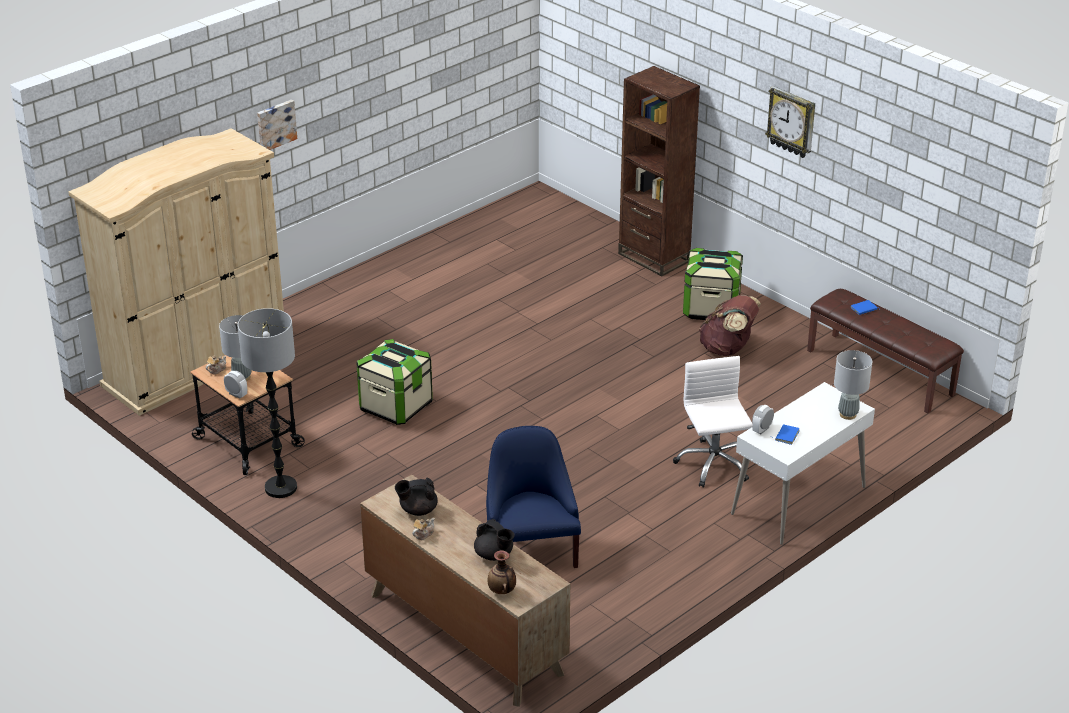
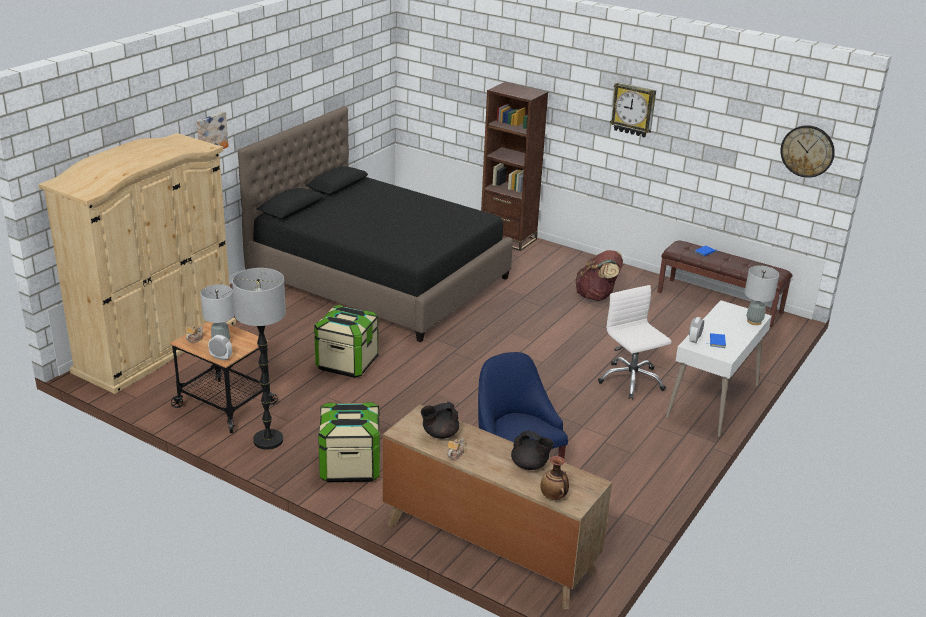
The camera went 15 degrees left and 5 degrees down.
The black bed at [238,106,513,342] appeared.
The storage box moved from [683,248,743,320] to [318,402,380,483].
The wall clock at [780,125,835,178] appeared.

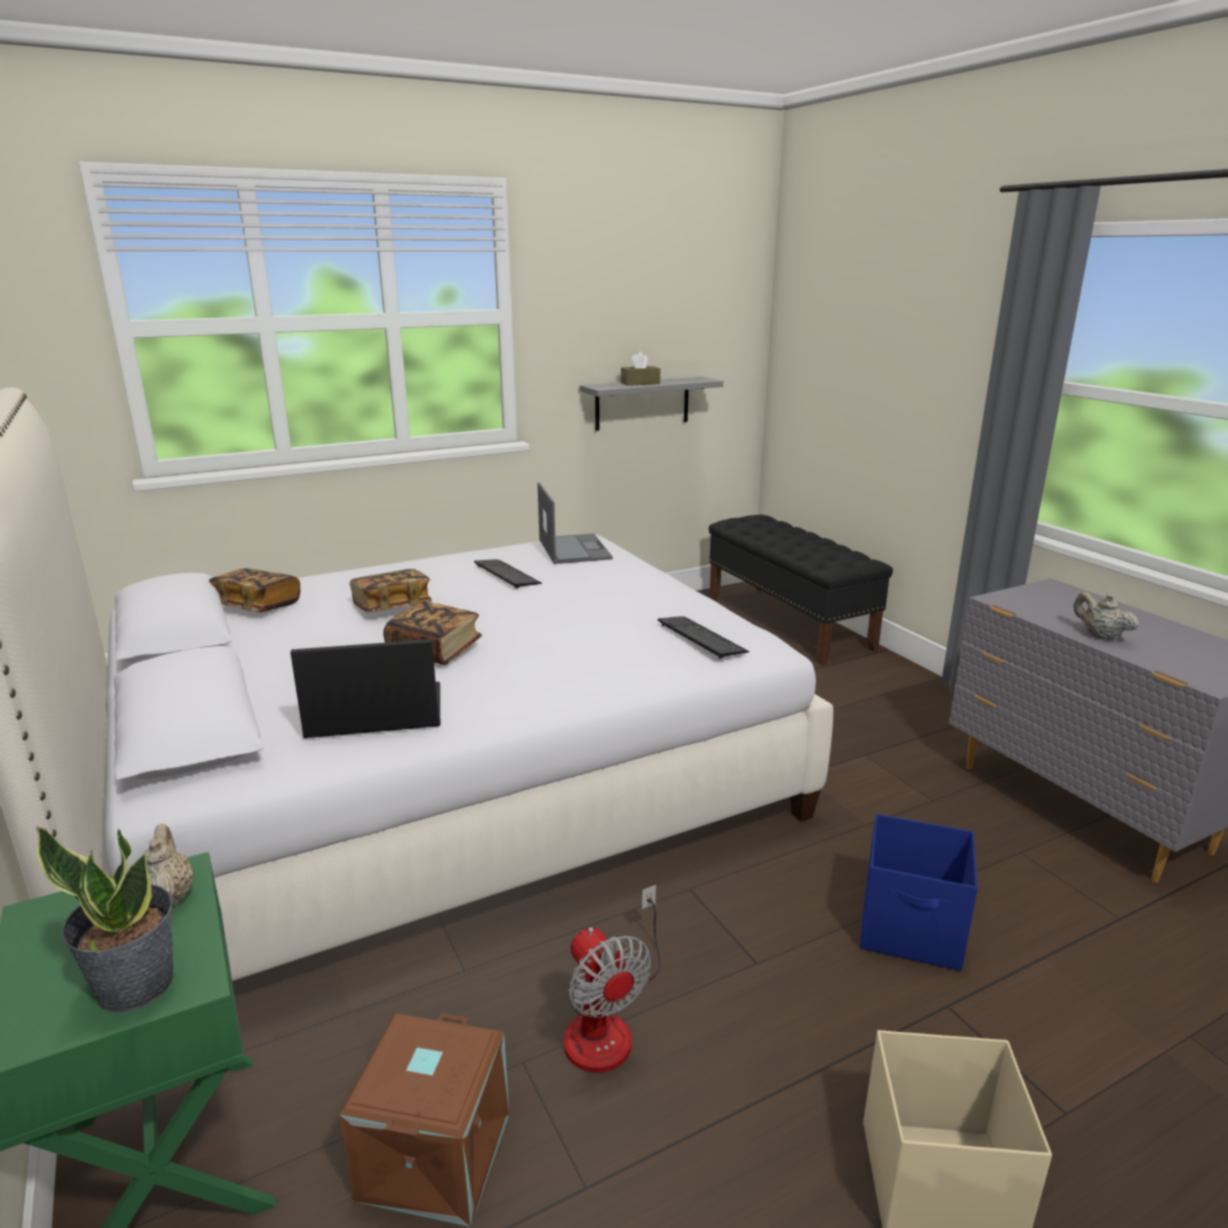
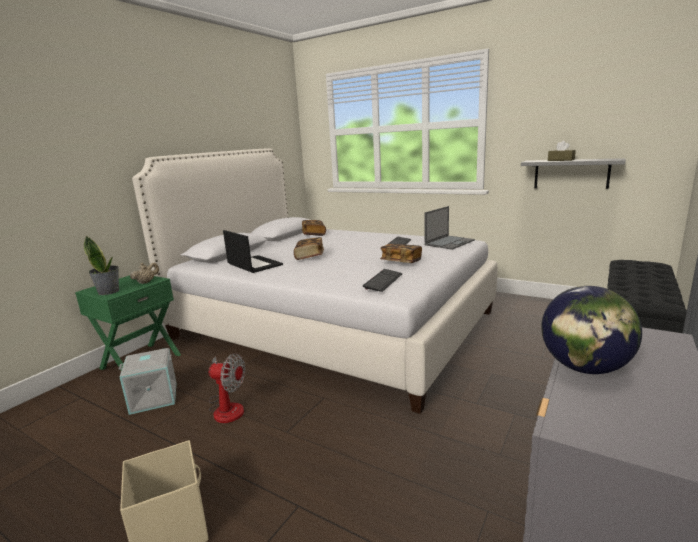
The camera went 60 degrees right and 5 degrees down.
The brown storage box at [339,1013,509,1227] became the grey storage box at [119,348,176,415].
The fan at [563,885,661,1073] turned 105 degrees counterclockwise.
The book moved from [350,569,432,612] to [380,244,422,263].
The beige teapot at [1074,592,1139,640] was replaced by the globe at [541,286,642,374].
The blue storage box at [860,814,978,971] disappeared.

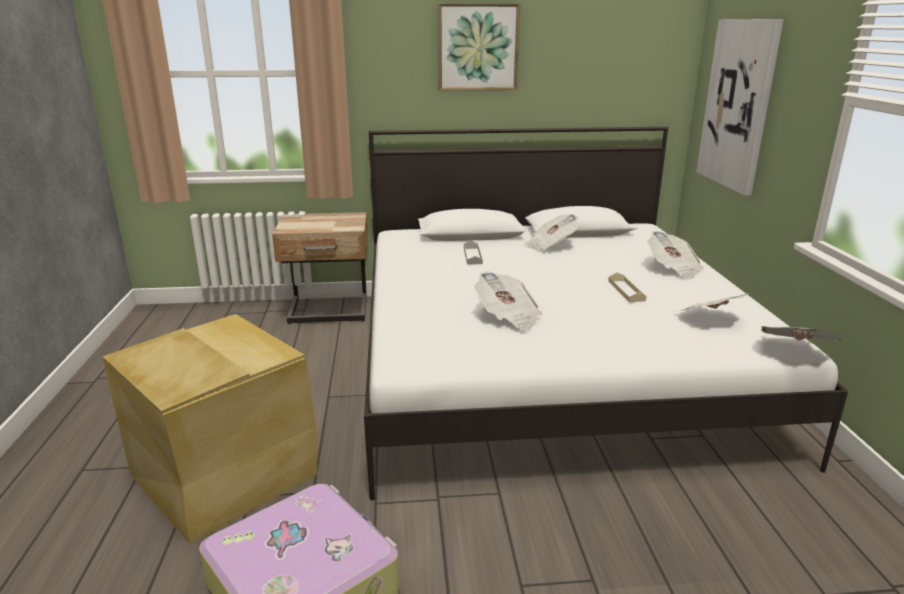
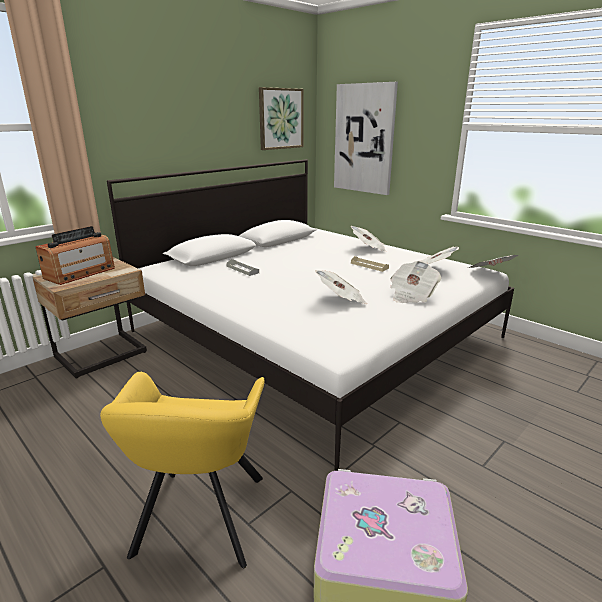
The camera went 40 degrees left and 0 degrees up.
The radio at [35,226,115,285] appeared.
The beige storage box at [103,314,317,544] was replaced by the yellow armchair at [100,372,265,568].
The picture moved from [438,3,520,91] to [259,87,304,150].
The newspaper moved from [524,214,579,250] to [390,261,441,303].

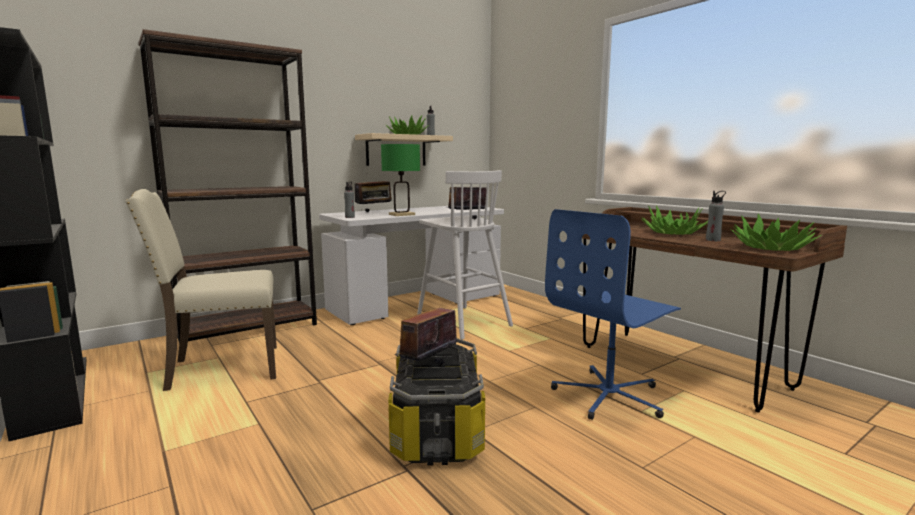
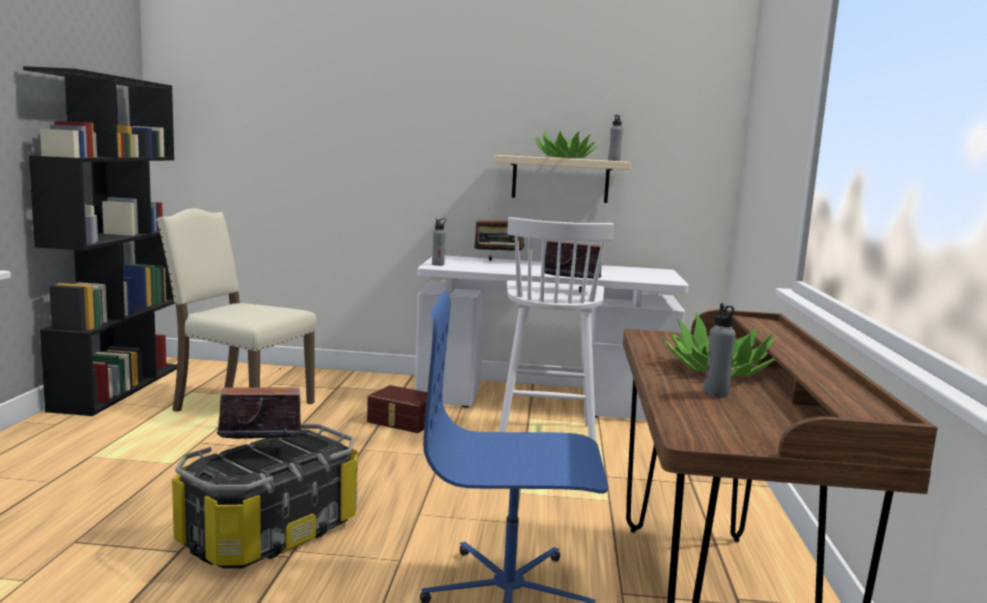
The camera went 40 degrees right and 0 degrees up.
The brown storage box at [367,385,427,433] appeared.
The brown bookcase at [139,29,317,343] disappeared.
The green table lamp at [381,144,420,216] disappeared.
The potted plant at [730,213,822,251] disappeared.

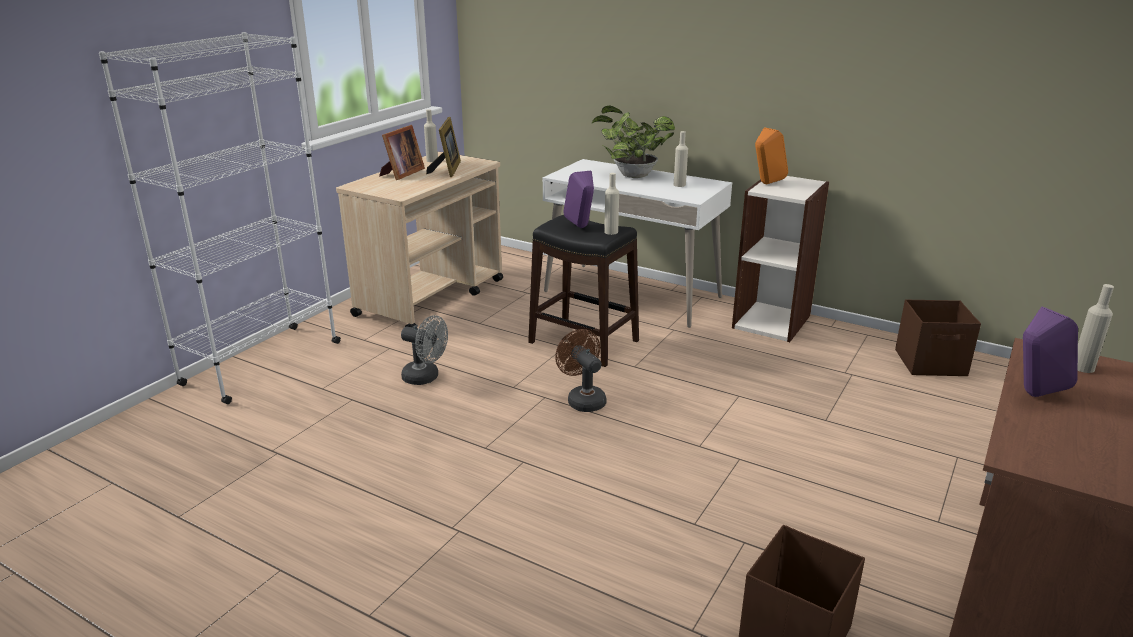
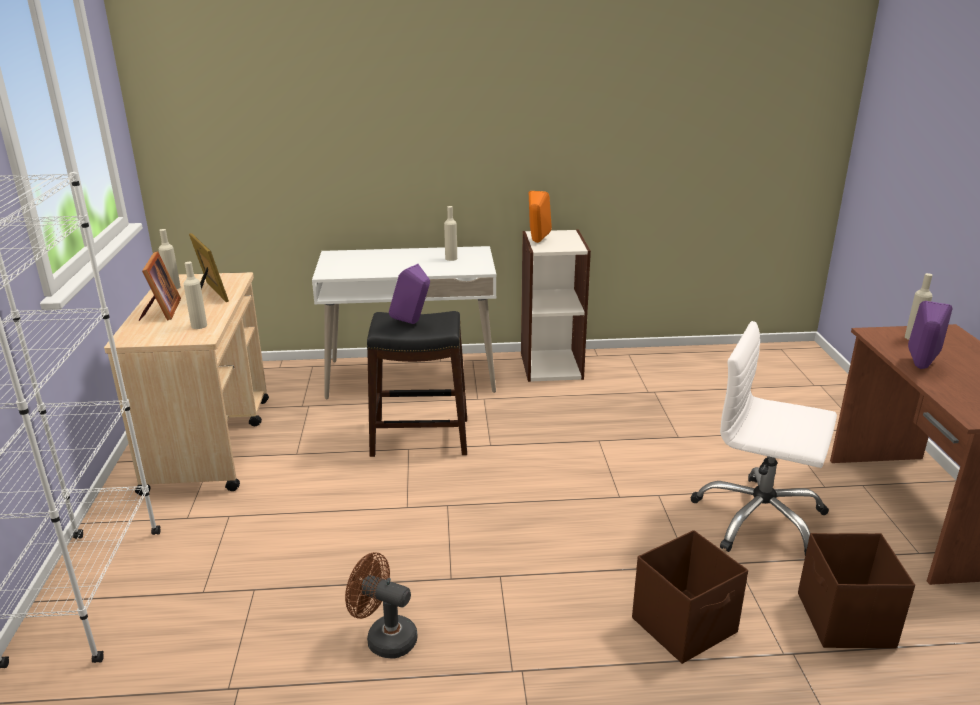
The camera went 35 degrees left and 0 degrees up.
The beige bottle moved from [604,173,619,235] to [184,262,207,329].
The brown fan moved from [555,329,606,412] to [345,552,417,659].
The brown storage box moved from [895,299,981,376] to [632,530,748,664].
The white office chair at [691,321,837,555] appeared.
The grey fan at [401,315,448,385] disappeared.
The potted plant at [592,105,675,178] disappeared.

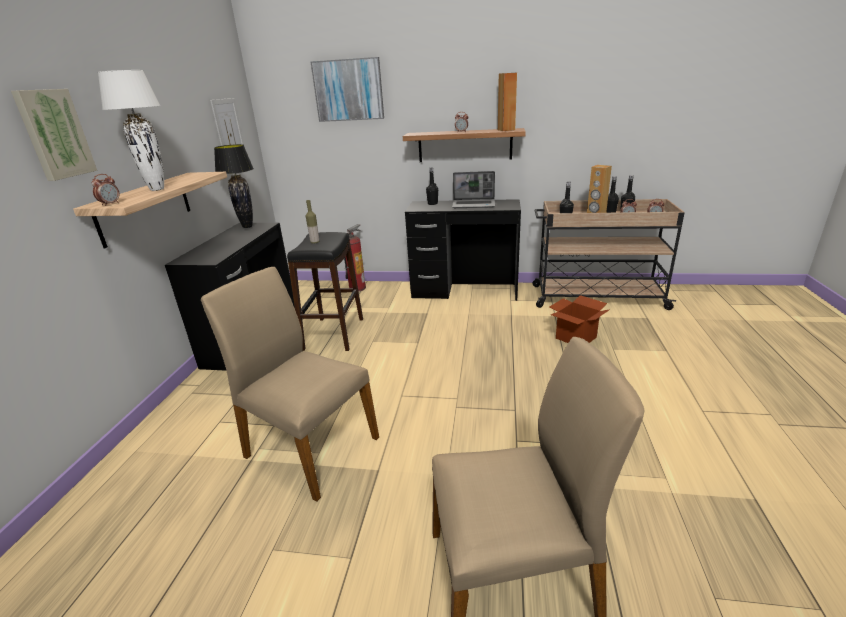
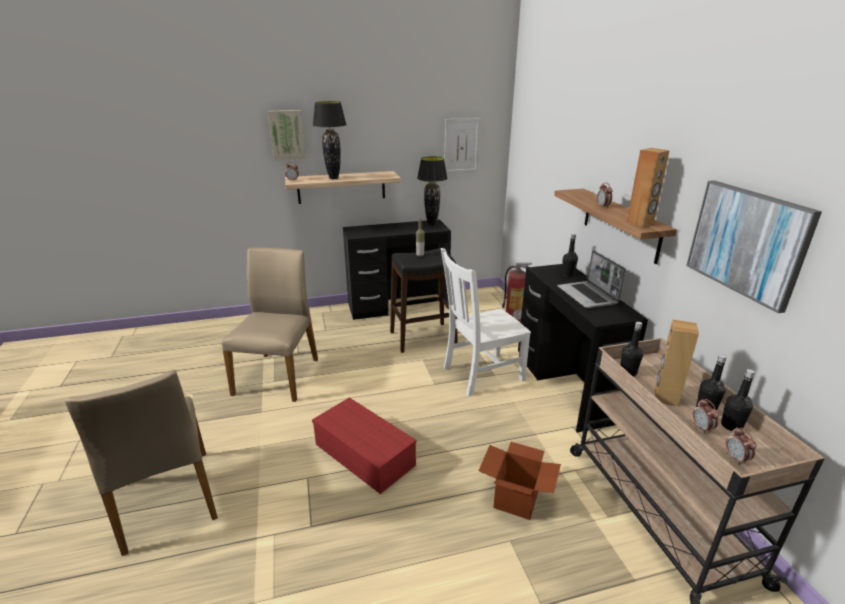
The camera went 65 degrees right and 0 degrees up.
The red storage box at [312,397,417,494] appeared.
The white table lamp at [98,70,164,191] became the black table lamp at [313,101,347,179].
The white chair at [441,248,531,397] appeared.
The picture moved from [311,57,384,122] to [686,180,822,313].

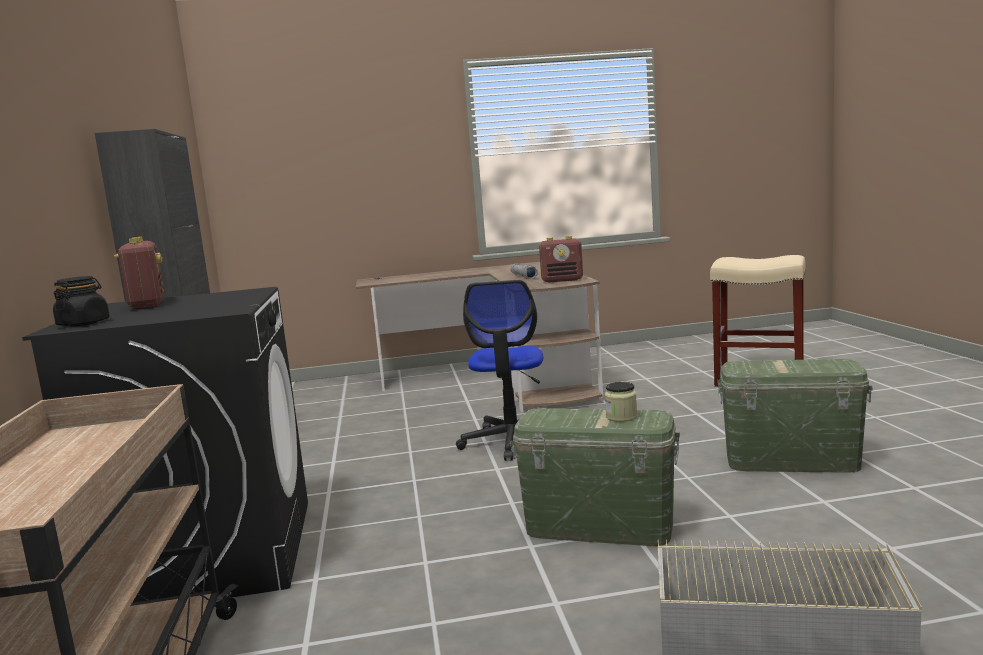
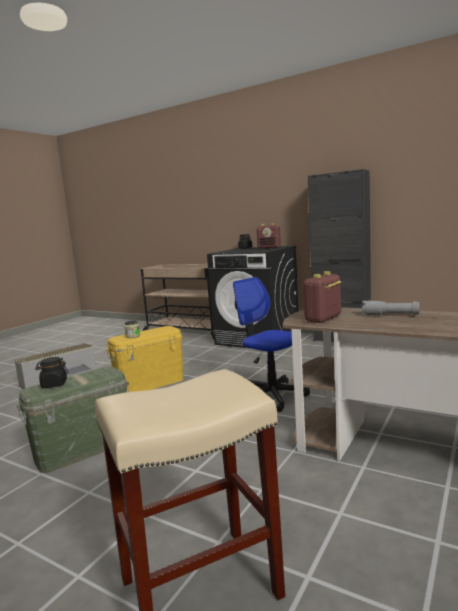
The camera went 130 degrees right and 0 degrees up.
The black jar at [35,357,68,388] appeared.
The green storage box at [510,408,680,546] became the yellow storage box at [106,326,183,392].

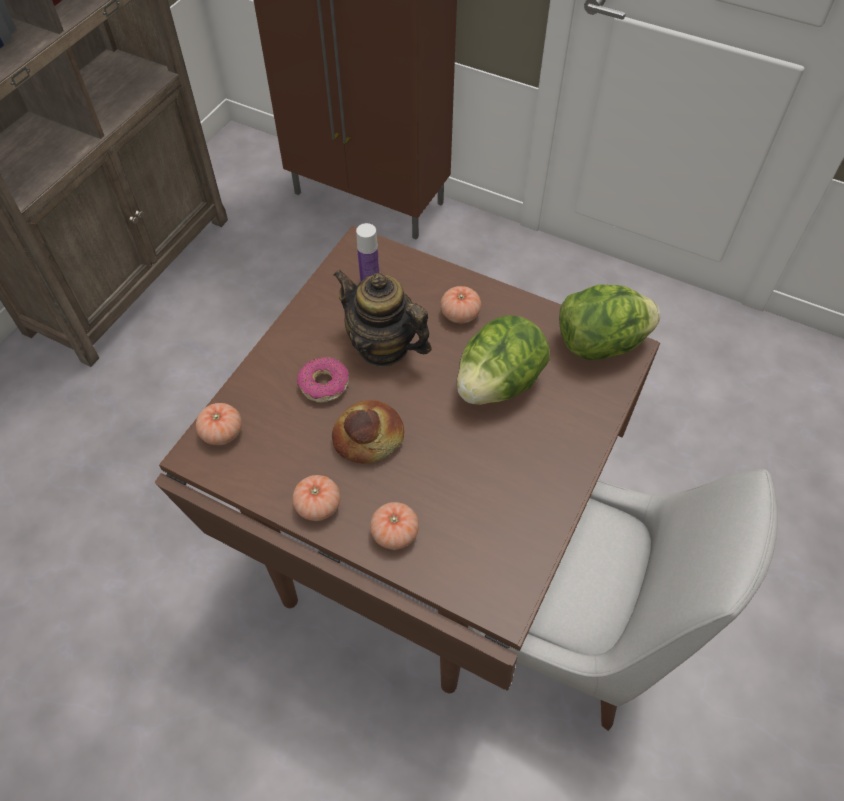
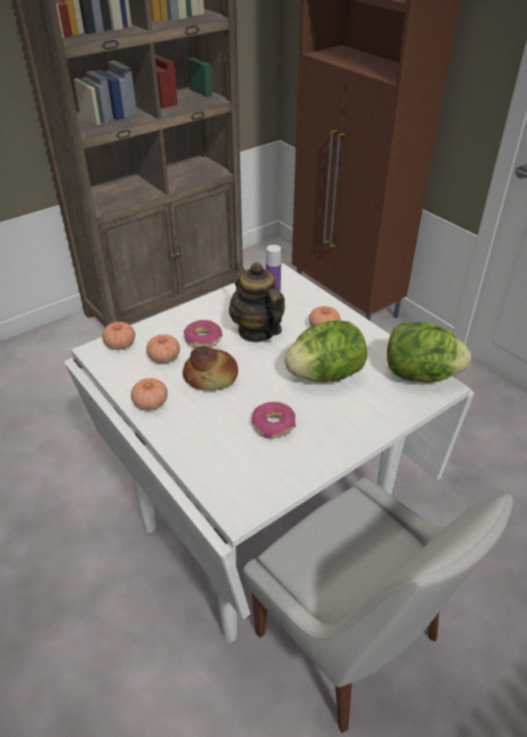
The camera went 25 degrees right and 15 degrees down.
The brown dining table at [155,226,660,693] became the white dining table at [64,263,474,642].
The tomato moved from [370,502,419,550] to [146,334,180,363].
The donut at [251,402,296,439] appeared.

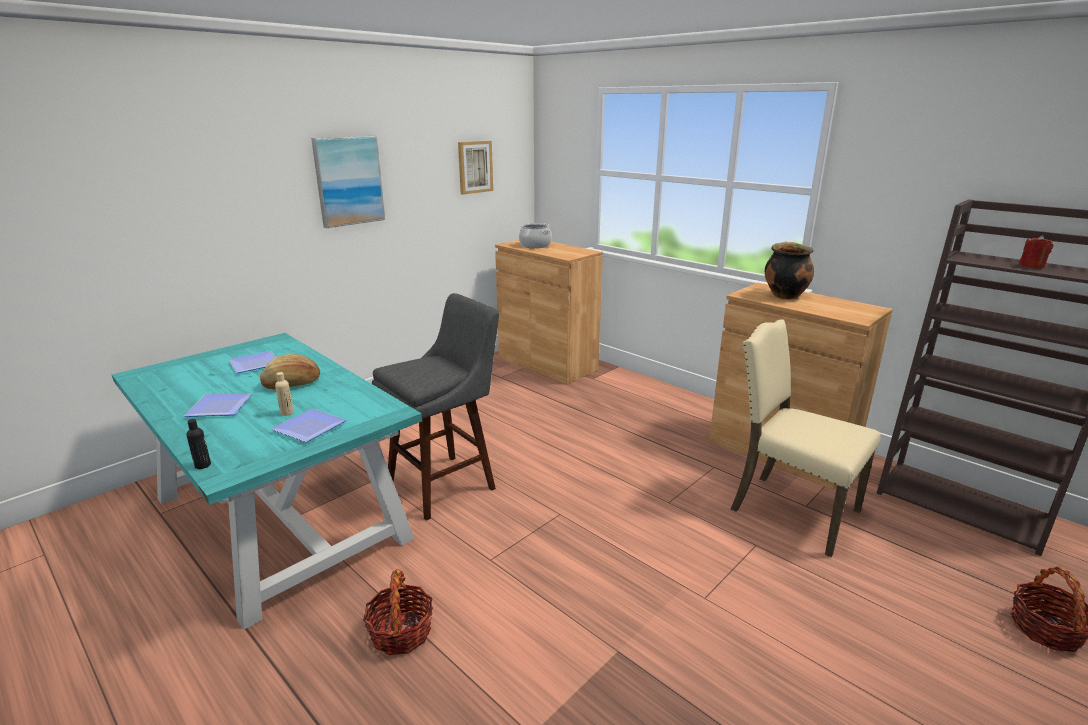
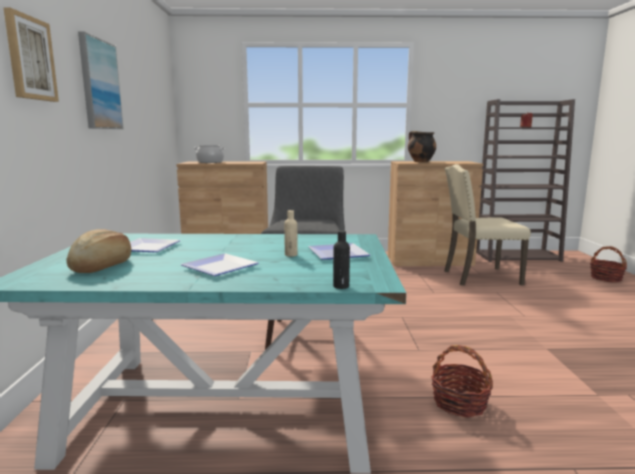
The camera went 45 degrees left and 10 degrees down.
The picture moved from [458,141,493,195] to [3,7,59,102].
The bread moved from [260,354,320,389] to [66,229,132,273].

